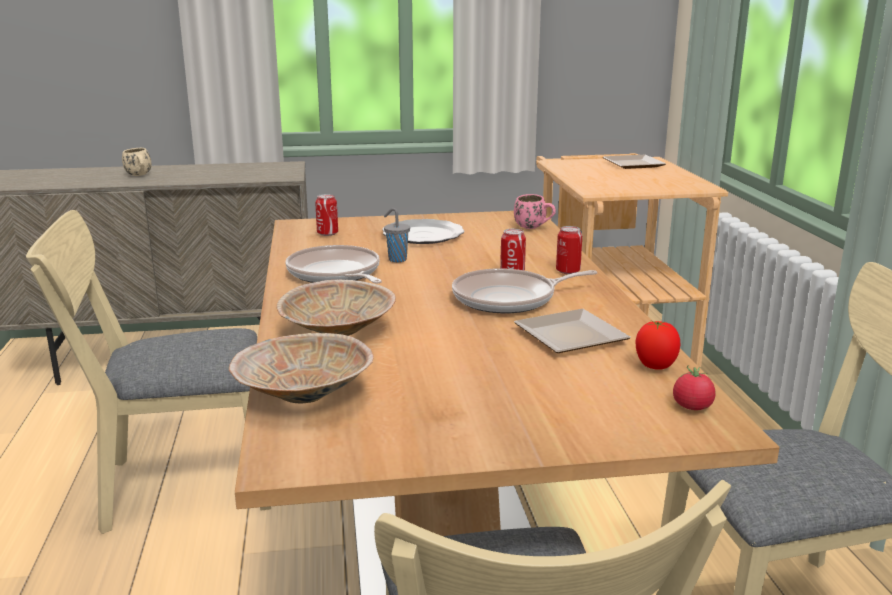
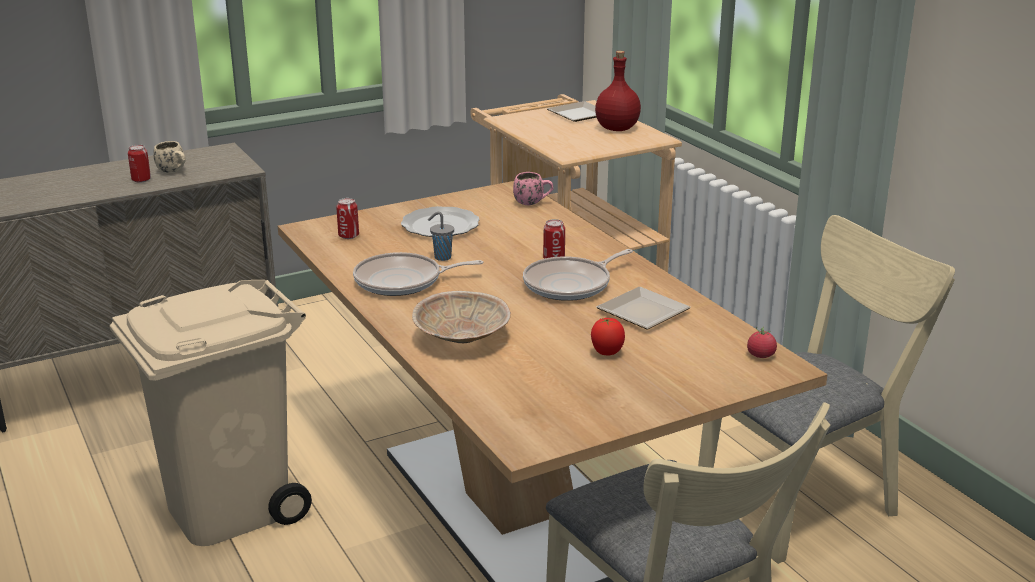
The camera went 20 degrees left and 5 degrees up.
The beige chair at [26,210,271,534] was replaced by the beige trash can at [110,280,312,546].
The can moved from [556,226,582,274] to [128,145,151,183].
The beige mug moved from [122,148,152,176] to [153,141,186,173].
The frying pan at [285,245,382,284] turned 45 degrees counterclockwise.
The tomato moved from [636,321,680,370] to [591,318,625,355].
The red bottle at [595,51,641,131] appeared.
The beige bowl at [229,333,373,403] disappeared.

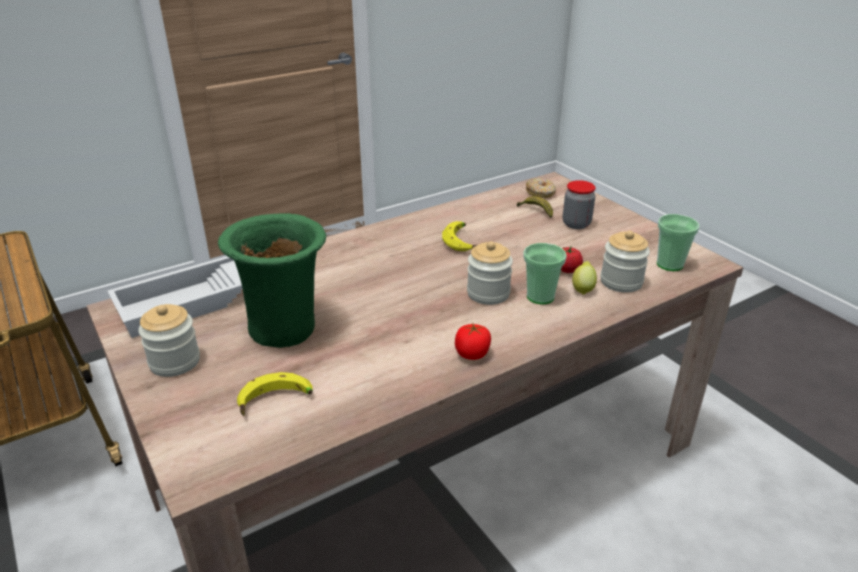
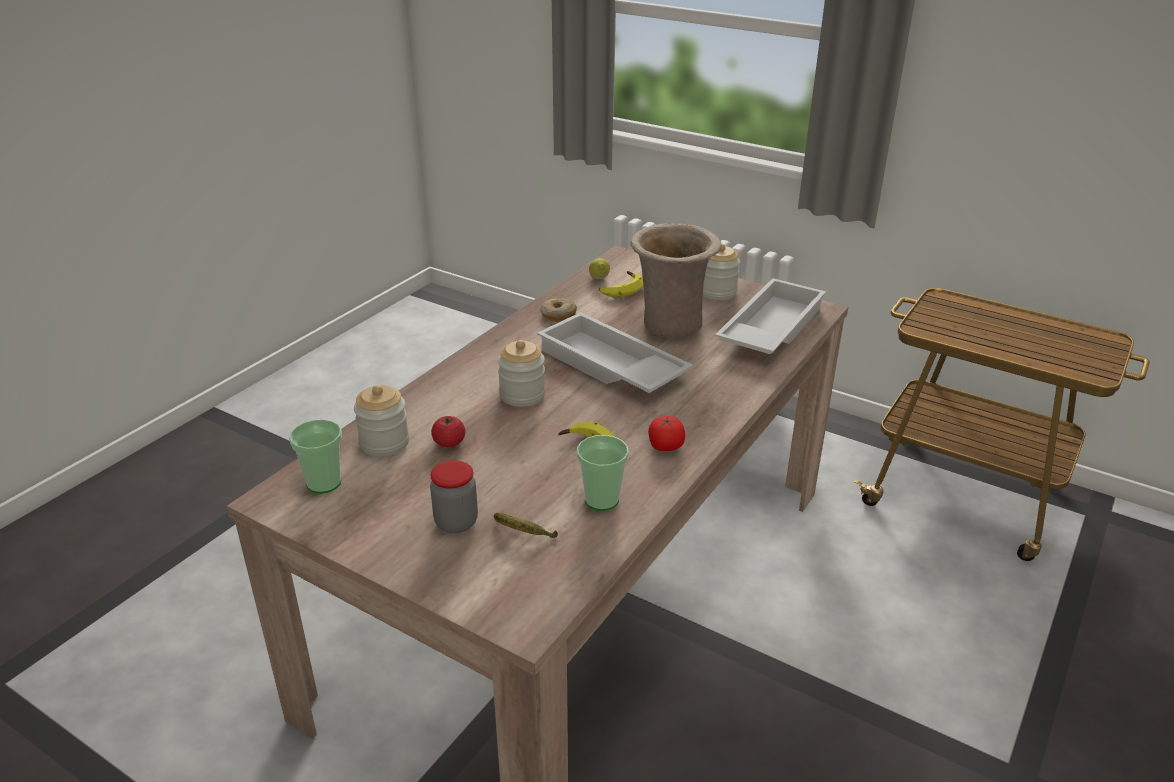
The camera went 155 degrees right and 0 degrees up.
The white tray at [537,312,693,393] appeared.
The donut moved from [526,178,556,198] to [540,298,577,323].
The cup moved from [523,243,567,304] to [577,435,629,511].
The lemon moved from [572,261,597,295] to [589,258,610,279].
The green vase at [218,213,326,348] became the beige vase at [631,223,721,338].
The tomato moved from [455,323,491,360] to [648,416,685,451].

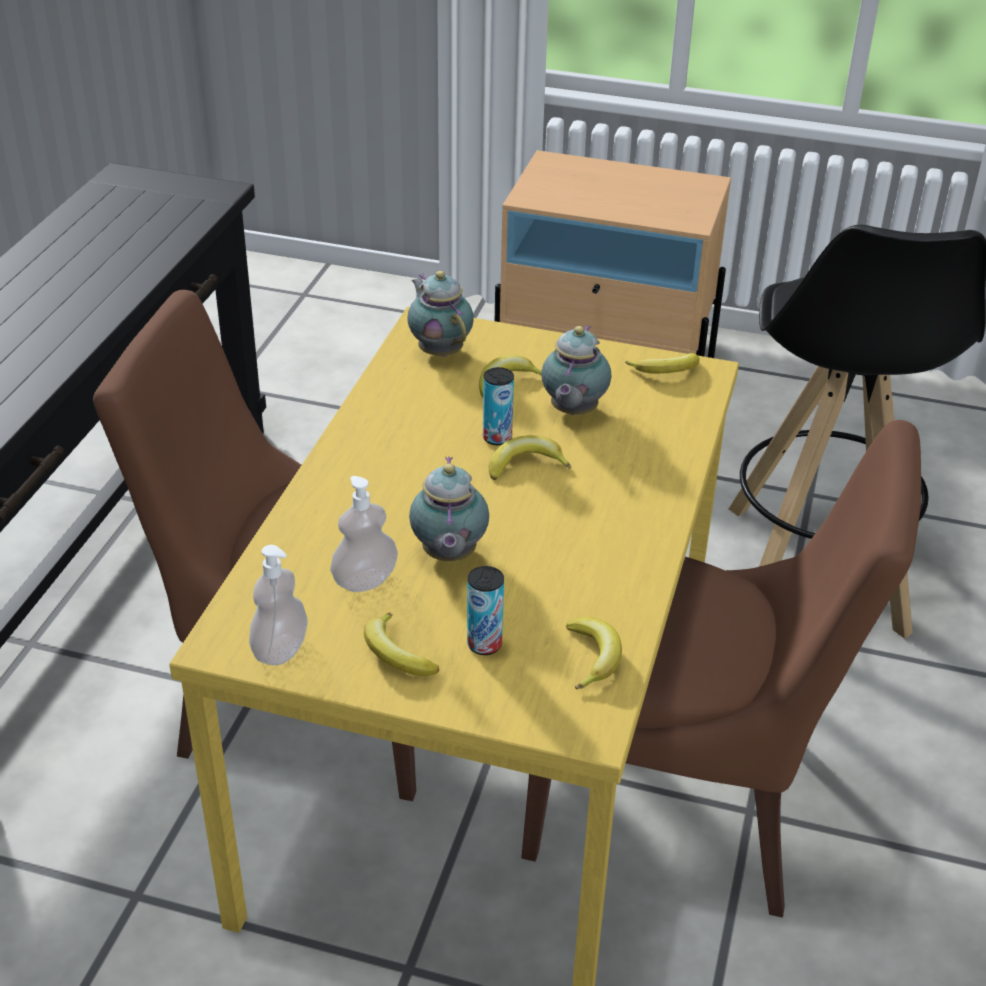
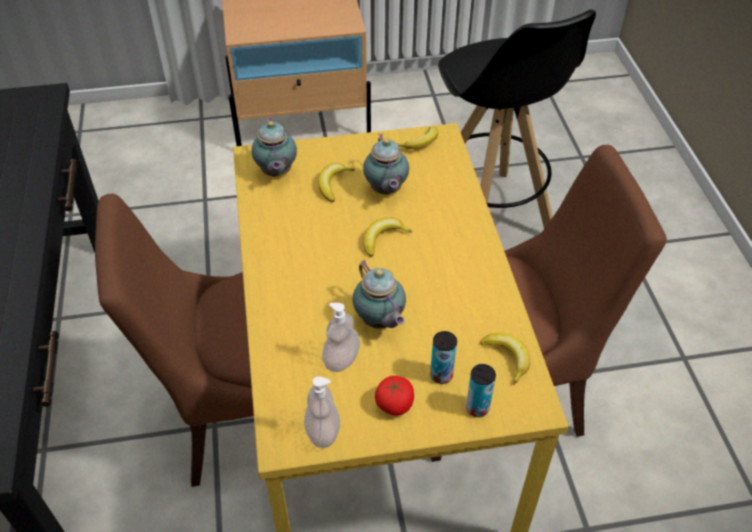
The camera went 25 degrees left and 10 degrees up.
The teapot at [407,271,474,357] turned 135 degrees counterclockwise.
The banana at [364,613,439,676] was replaced by the tomato at [375,376,414,415].
The can moved from [483,367,514,445] to [466,364,496,417].

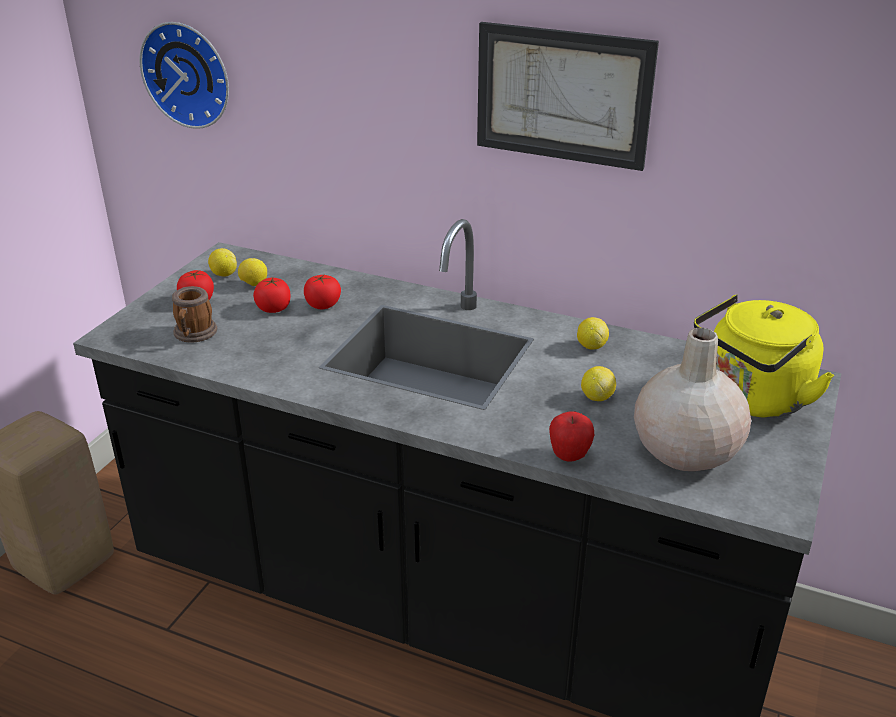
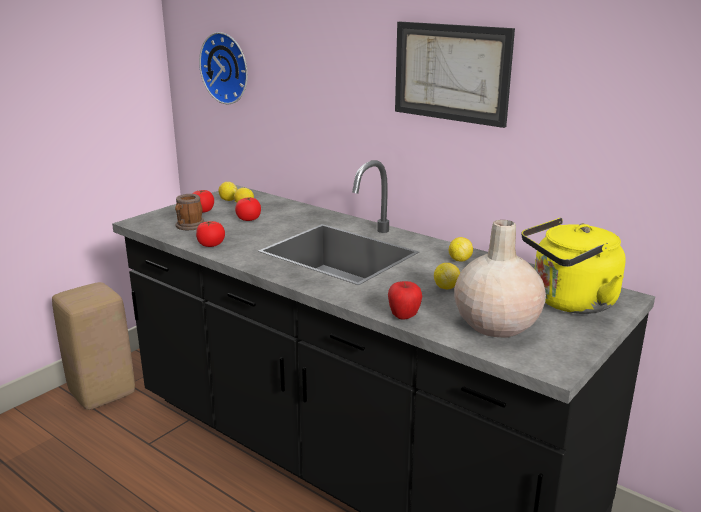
The camera went 15 degrees right and 10 degrees down.
The tomato moved from [304,275,341,309] to [196,221,225,247].

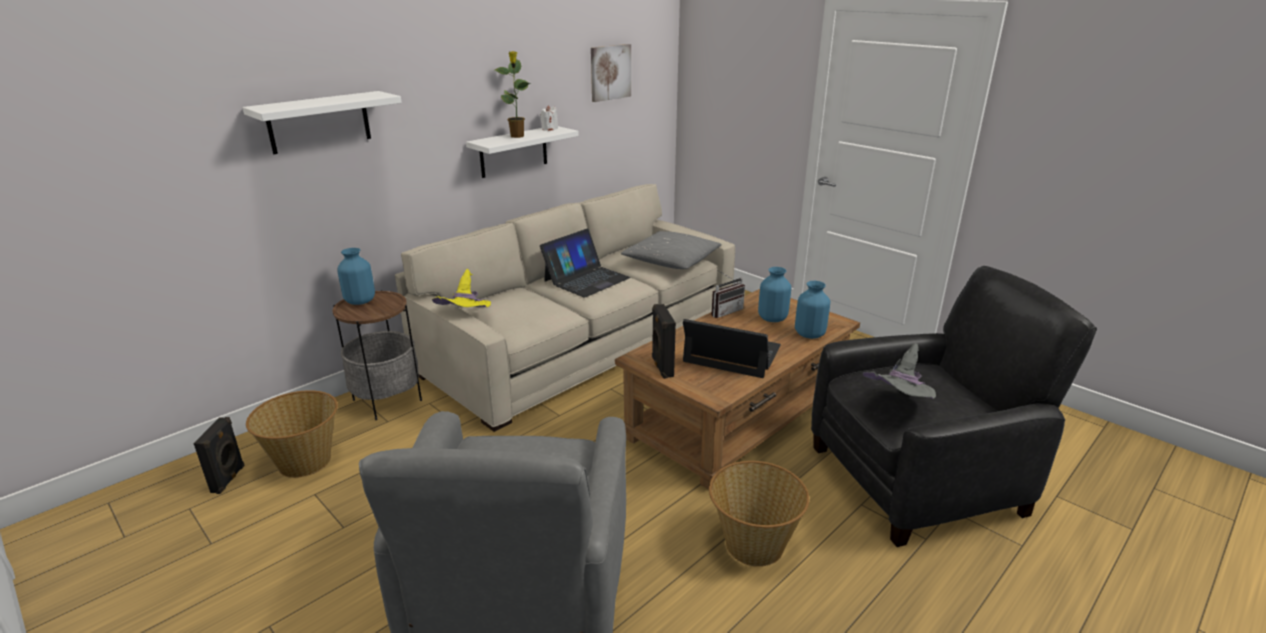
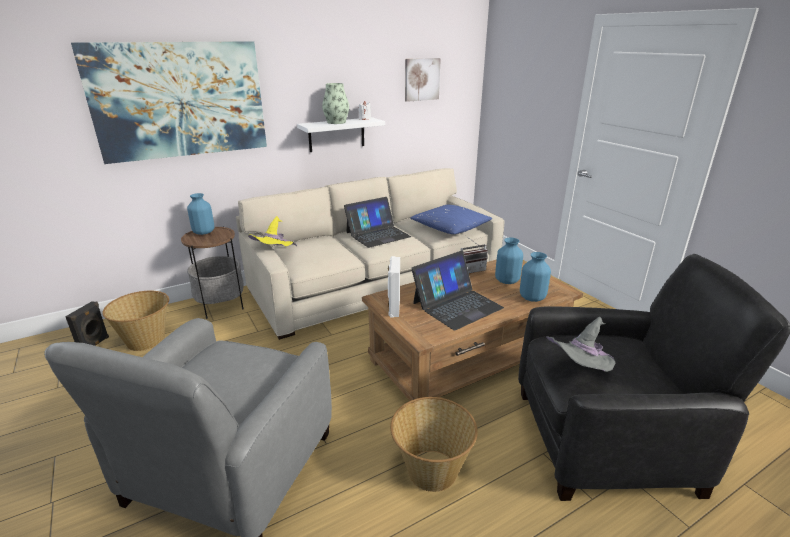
The camera went 15 degrees right and 0 degrees up.
The white shelf at [242,91,402,154] was replaced by the picture at [71,41,267,164].
The potted plant at [495,51,532,138] was replaced by the vase at [322,83,349,124].
The black speaker at [652,304,676,379] became the white speaker at [388,256,400,318].
The grey pillow at [621,231,722,269] became the blue pillow at [410,204,492,234].
The laptop at [683,319,781,378] turned 105 degrees clockwise.

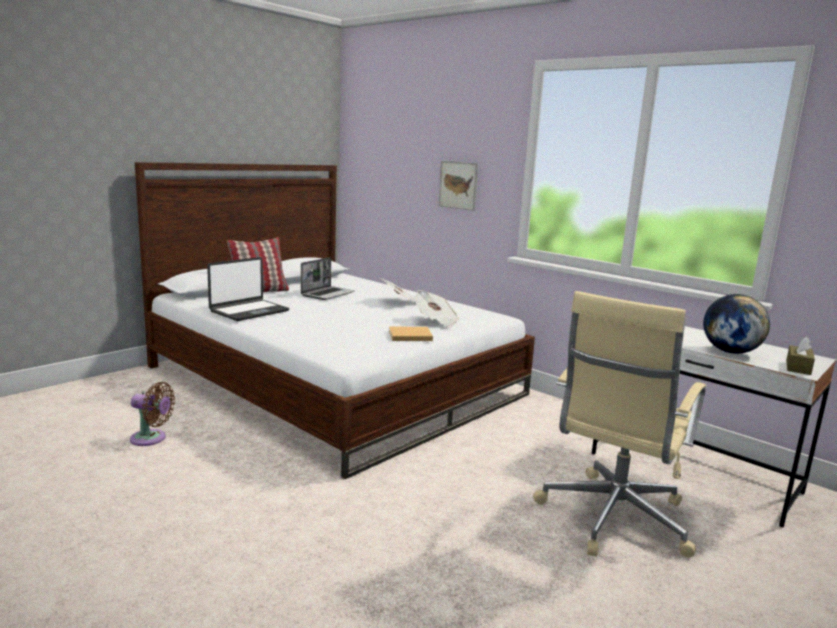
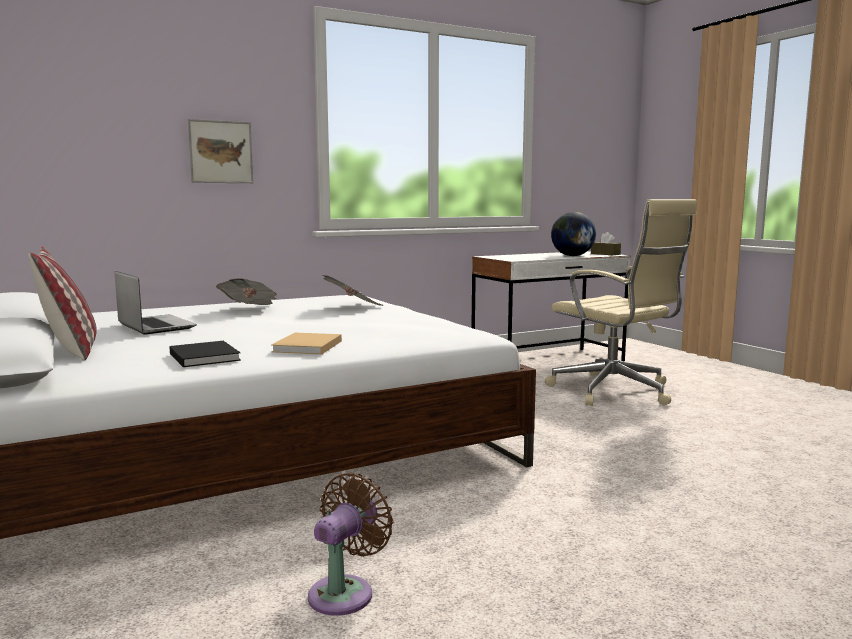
The camera went 70 degrees left and 5 degrees down.
The laptop at [207,257,289,321] was replaced by the black book at [169,341,241,367].
The beige book moved from [389,327,433,341] to [271,333,342,355].

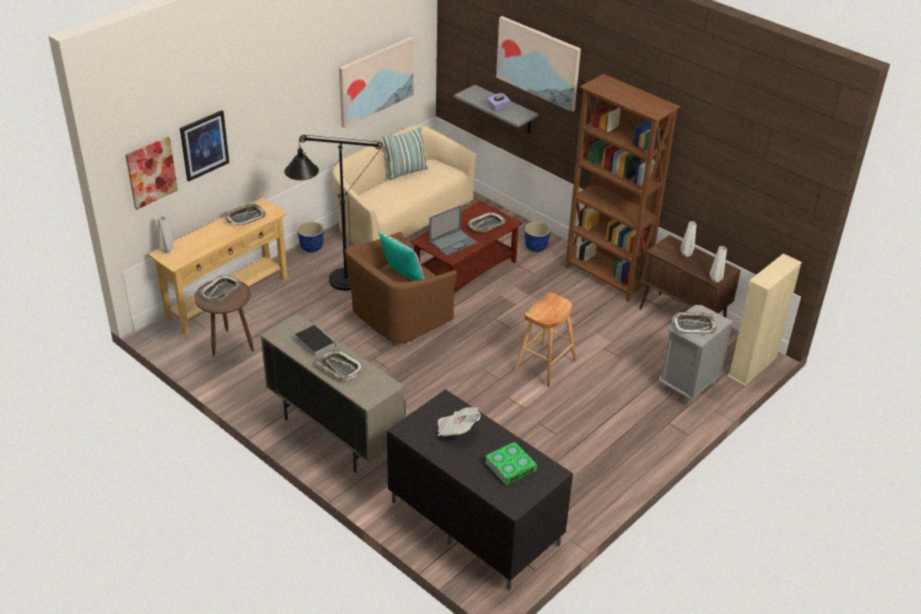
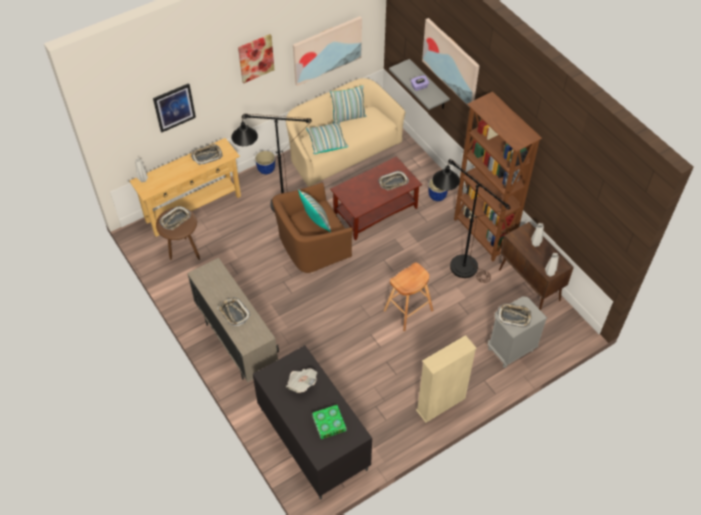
The camera went 15 degrees right and 15 degrees up.
The picture moved from [126,137,178,209] to [238,34,274,83].
The pillow at [306,122,349,154] appeared.
The beige bookcase moved from [727,253,802,386] to [416,335,477,423].
The black floor lamp at [432,159,511,283] appeared.
The book at [295,325,336,357] disappeared.
The laptop at [429,205,477,256] disappeared.

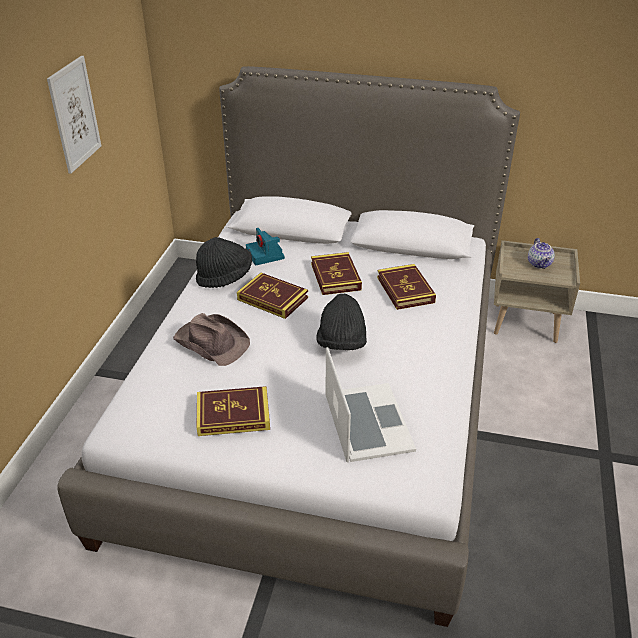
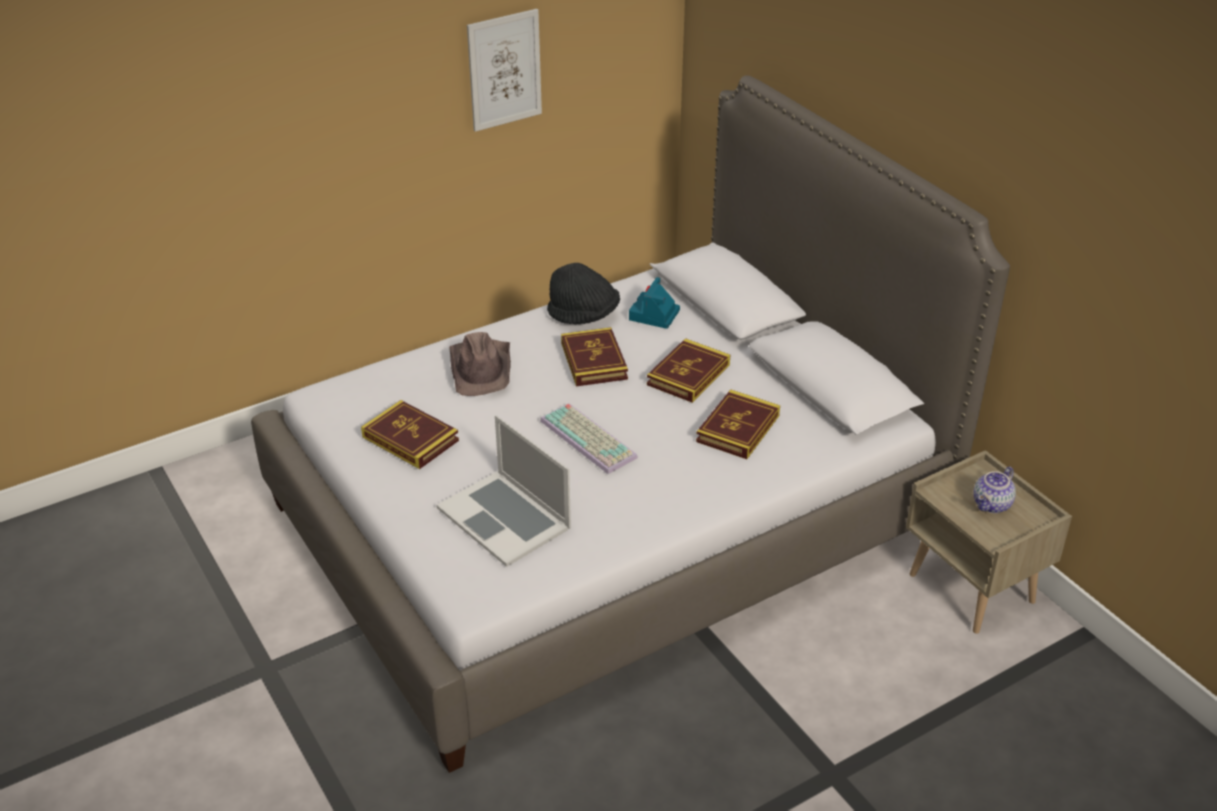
The camera went 45 degrees right and 0 degrees up.
The laptop at [325,347,416,463] turned 105 degrees clockwise.
The black hat at [316,294,367,350] was replaced by the keyboard at [540,403,638,474].

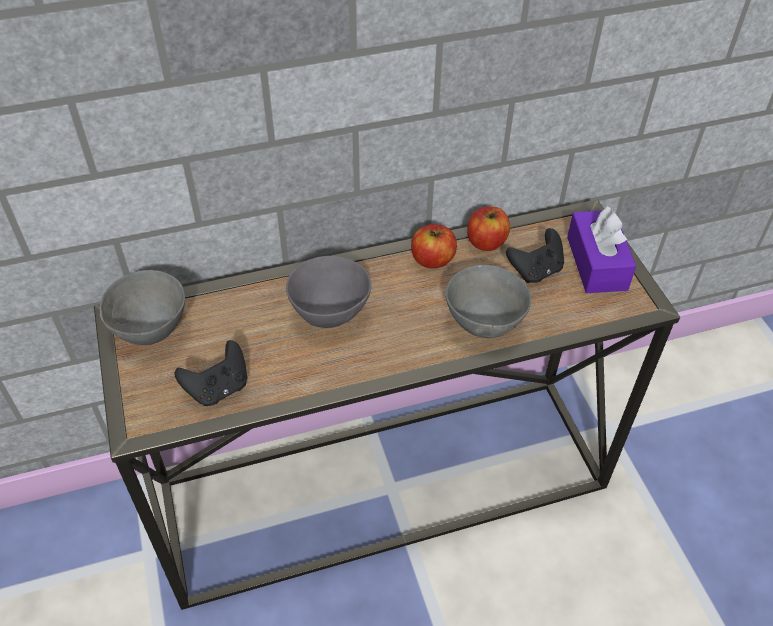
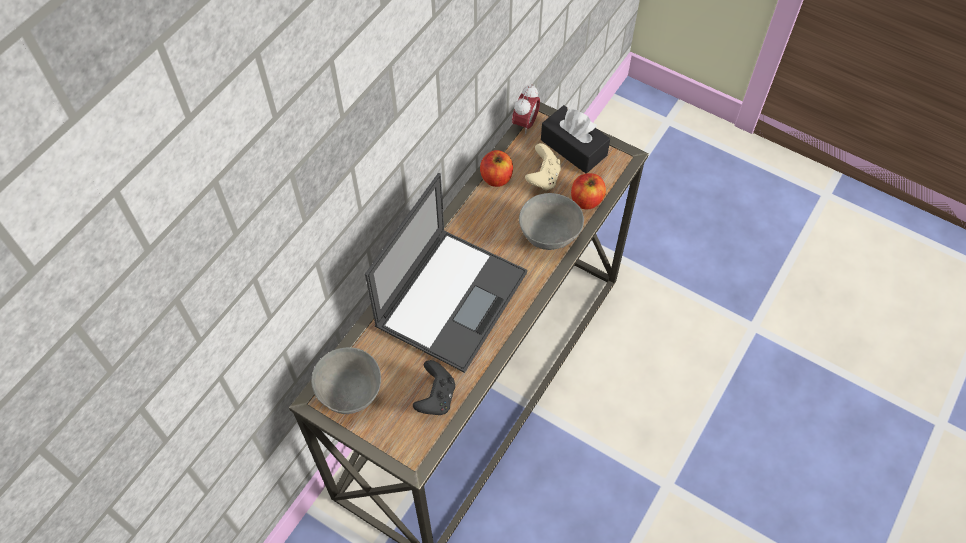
The camera went 40 degrees left and 10 degrees up.
The grey bowl at [286,256,371,328] was replaced by the laptop at [365,173,527,373].
The alarm clock at [512,84,540,135] appeared.
The black game controller at [506,228,564,283] became the beige game controller at [525,143,561,191].
The purple tissue box at [567,206,636,293] became the black tissue box at [541,105,610,173].
The apple moved from [411,224,457,268] to [571,173,606,209].

